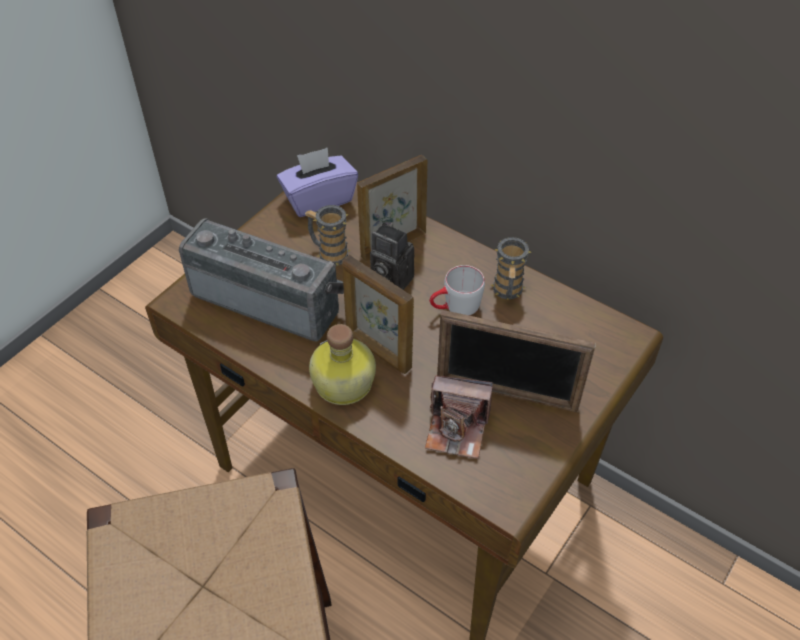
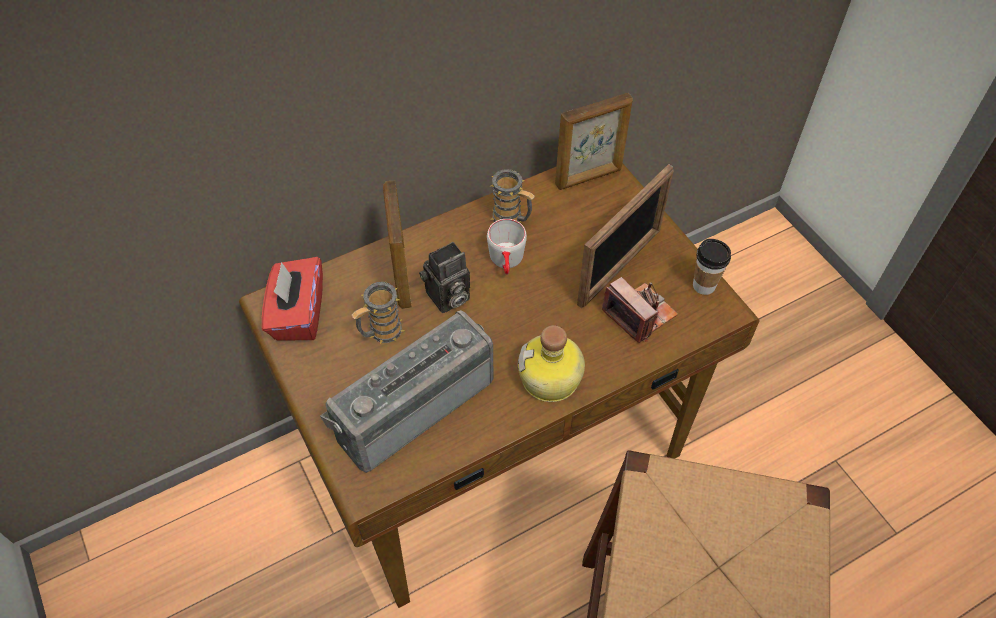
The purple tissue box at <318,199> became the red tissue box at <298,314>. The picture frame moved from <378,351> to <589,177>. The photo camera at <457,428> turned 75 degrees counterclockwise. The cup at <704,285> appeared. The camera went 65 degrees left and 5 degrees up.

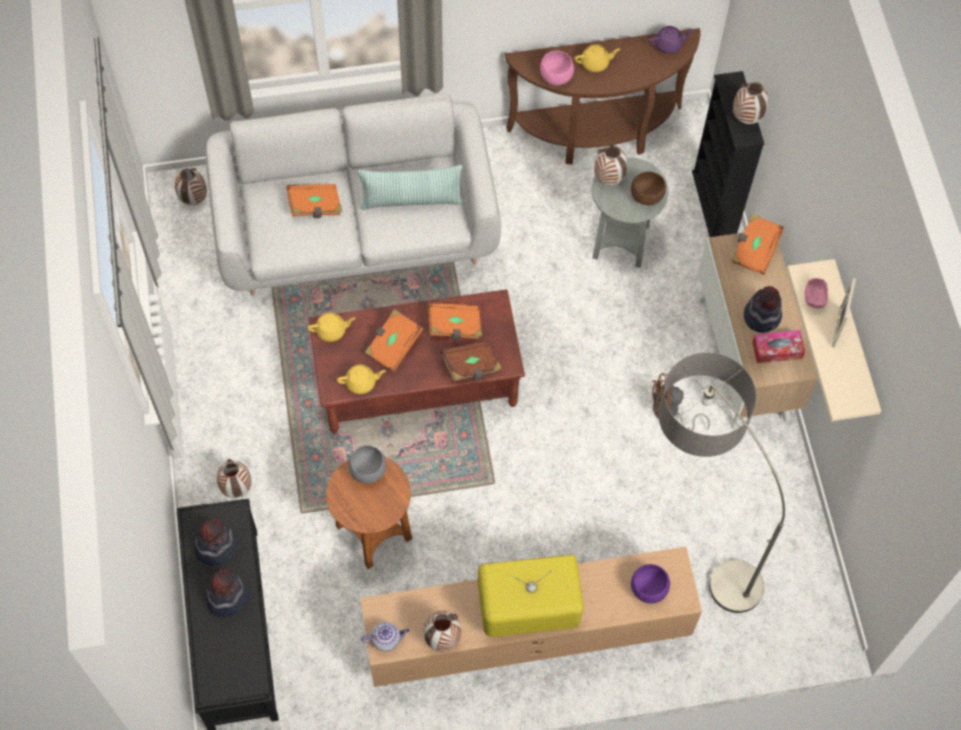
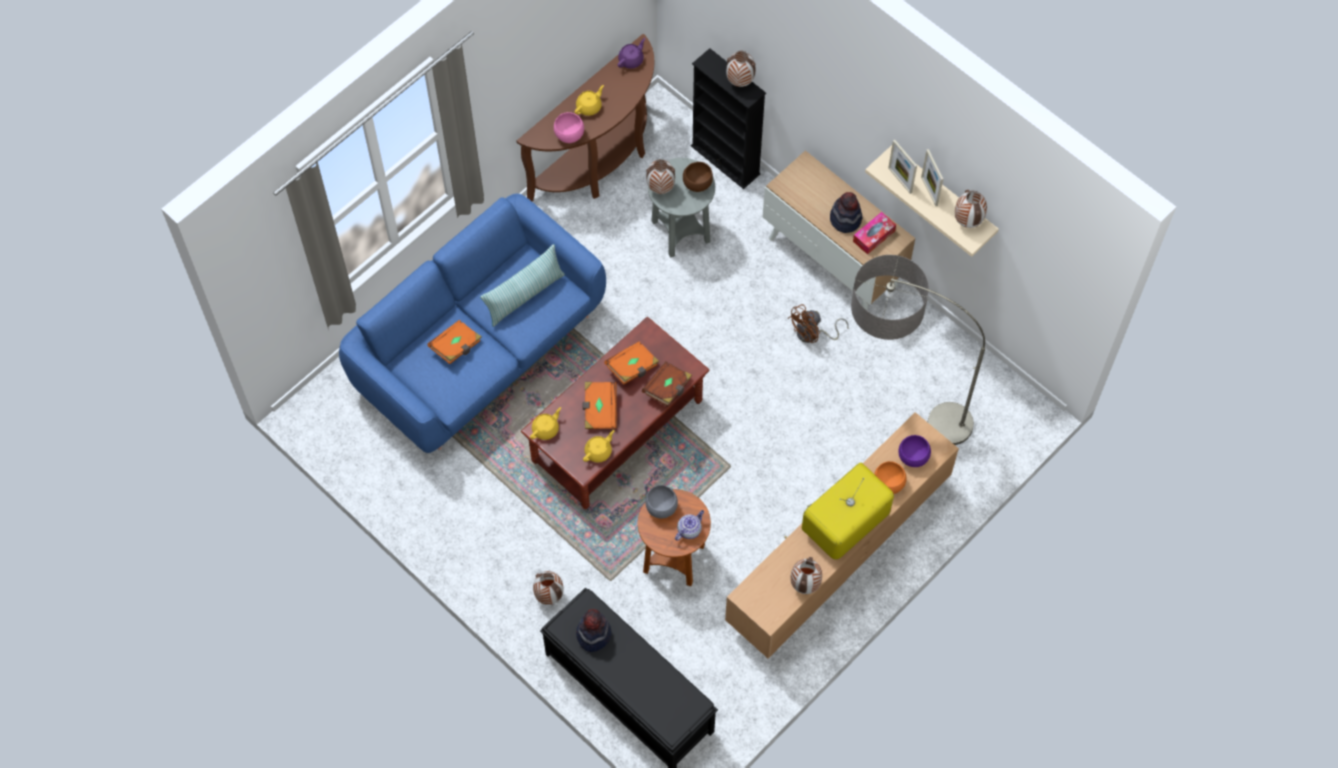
The grey sofa at <356,231> became the blue sofa at <478,350>. The teapot moved from <386,639> to <689,529>. The orange bowl at <888,484> appeared. The pink bowl at <814,298> was replaced by the picture frame at <900,180>. The vase moved from <193,200> to <967,221>. The hat at <227,597> disappeared. The orange book at <754,250> disappeared. The camera went 35 degrees left and 0 degrees up.

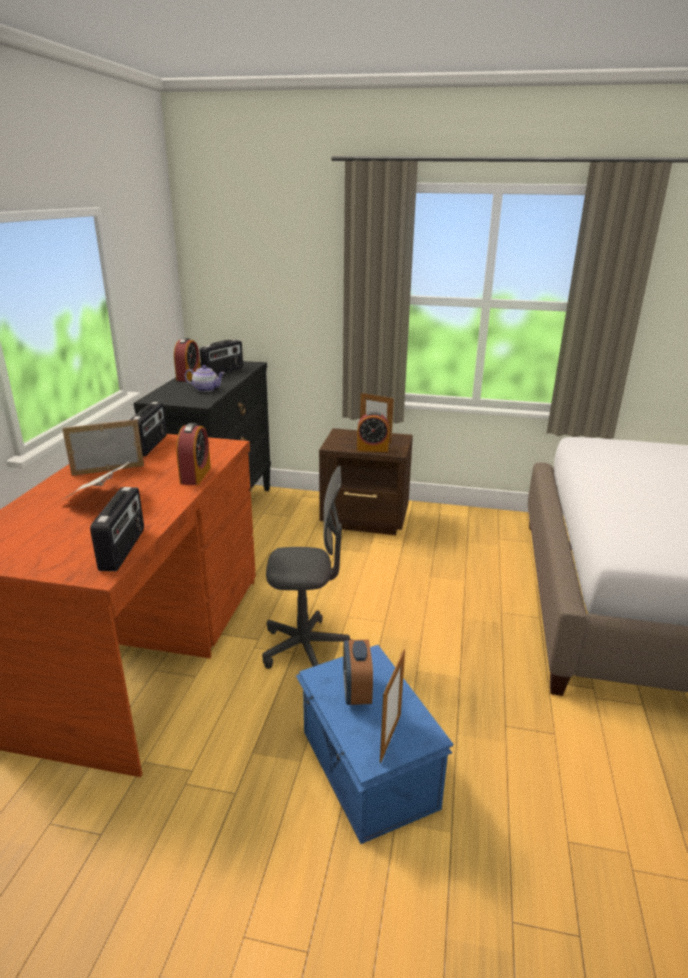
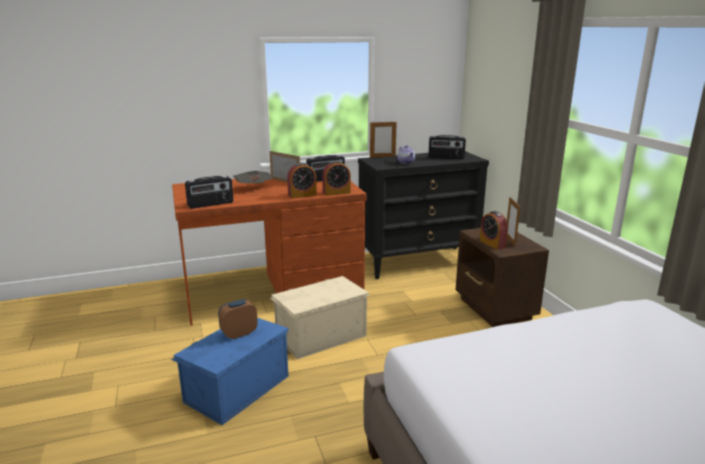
The grey office chair at <305,649> was replaced by the beige storage box at <320,335>. The alarm clock moved from <188,377> to <336,193>. The picture frame moved from <390,737> to <382,157>. The camera went 60 degrees right and 5 degrees down.

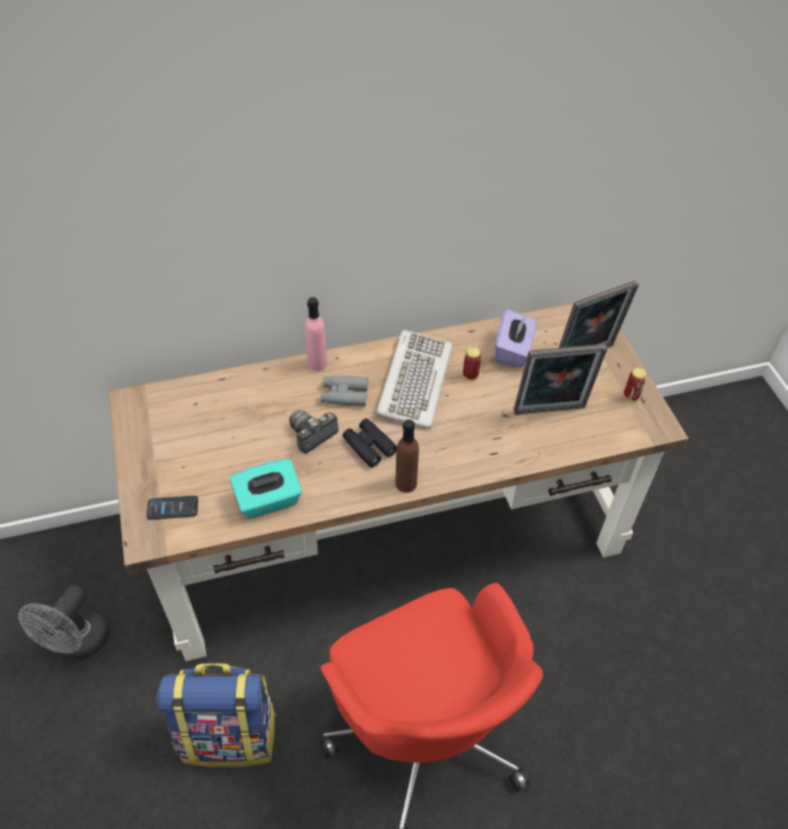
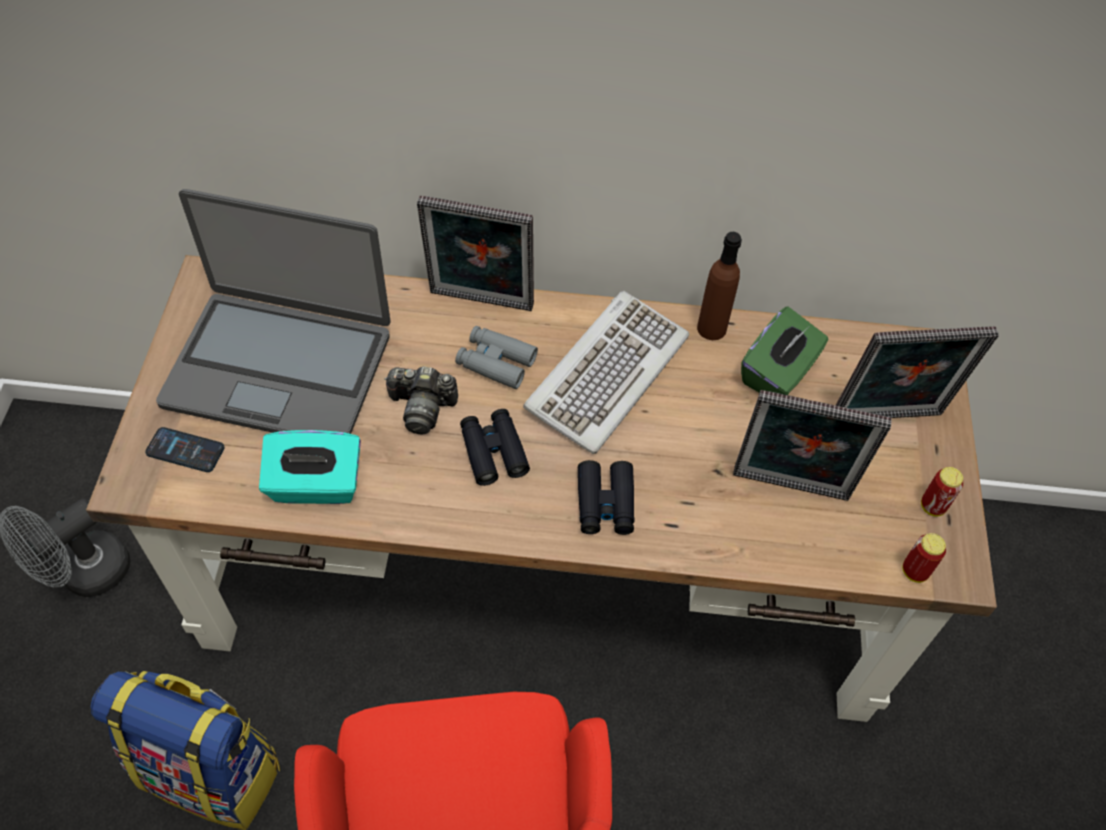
The laptop at <279,367> appeared. The photo camera at <312,435> turned 150 degrees counterclockwise. The pink bottle at <317,364> was replaced by the picture frame at <480,304>. The black binoculars at <605,503> appeared. The brown bottle moved from <406,483> to <711,328>. The purple tissue box at <513,350> became the green tissue box at <778,373>. The can moved from <470,375> to <914,571>. The camera went 20 degrees right and 5 degrees up.

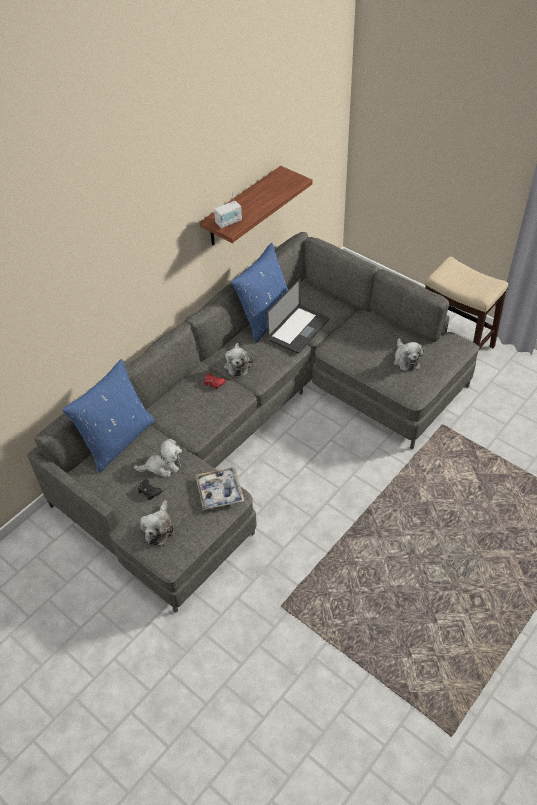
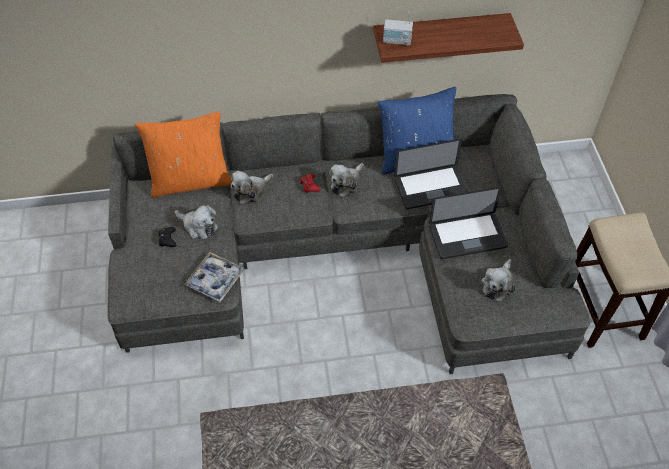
The blue pillow at <118,440> became the orange pillow at <191,181>. The plush toy moved from <159,528> to <251,191>. The laptop at <467,237> appeared. The camera went 40 degrees right and 5 degrees up.

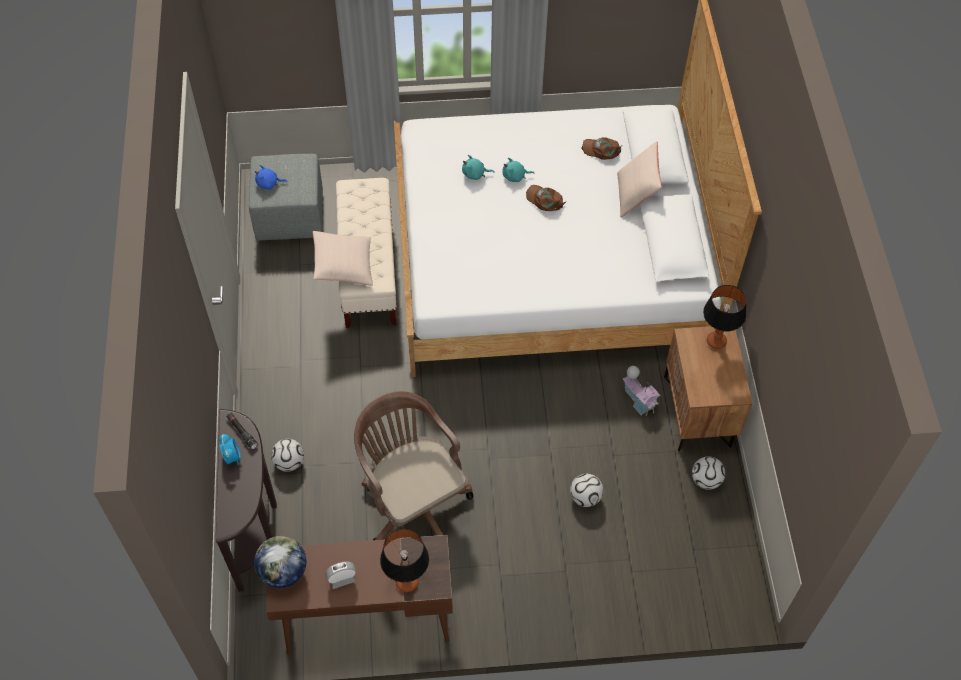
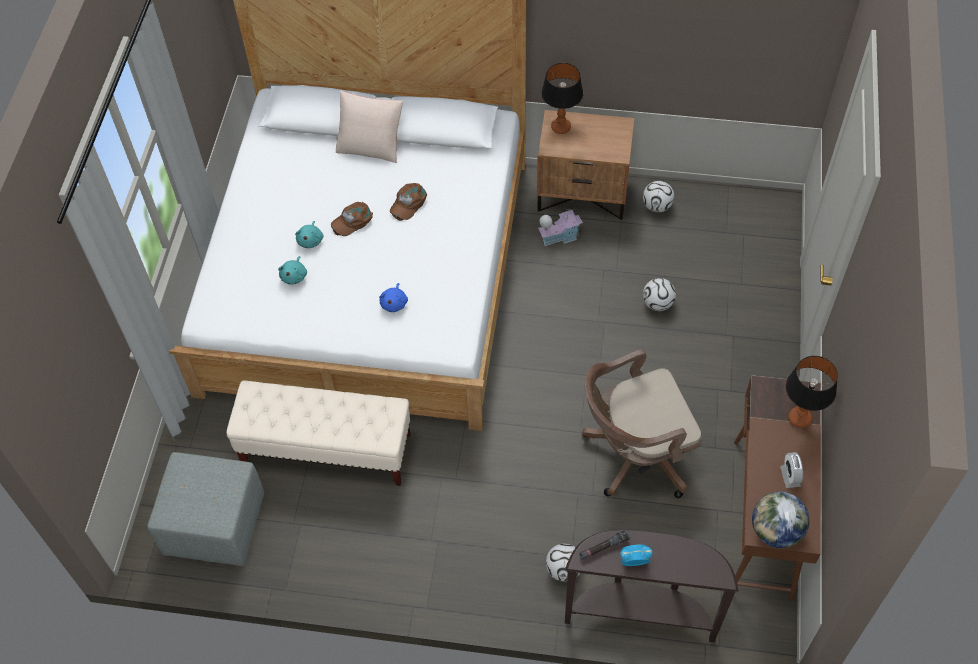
The blue plush toy moved from <269,183> to <394,303>. The brown cap moved from <601,150> to <408,203>. The beige pillow at <343,265> disappeared. The camera went 75 degrees left and 0 degrees up.

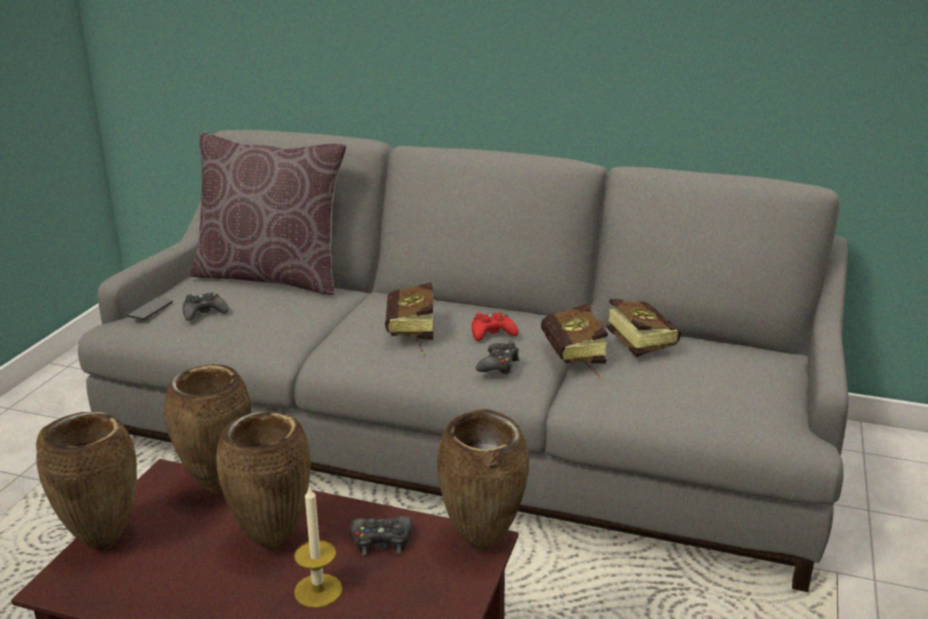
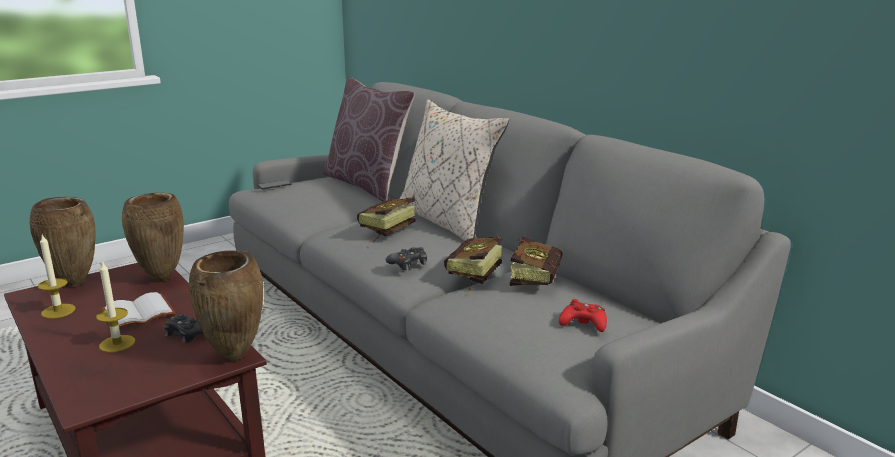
The candle at <58,311> appeared. The brown vase at <272,541> was replaced by the white book at <139,312>. The beige pillow at <448,222> appeared. The red game controller moved from <492,333> to <583,323>. The black game controller at <204,313> disappeared. The camera went 35 degrees right and 5 degrees down.

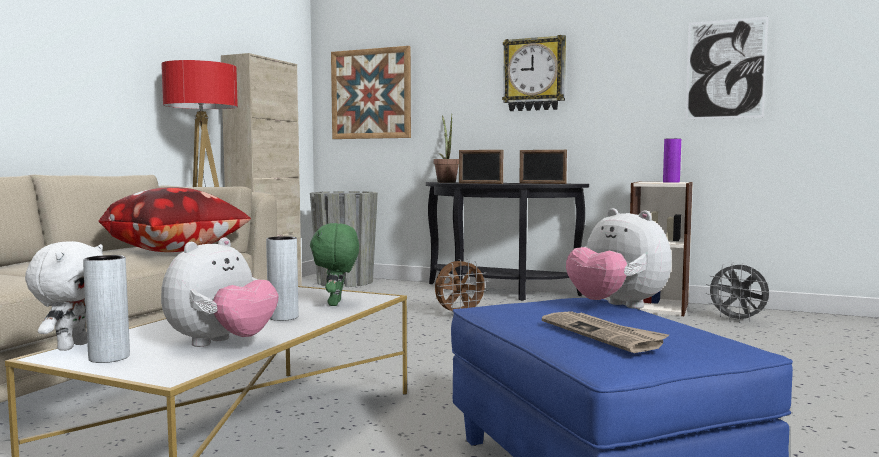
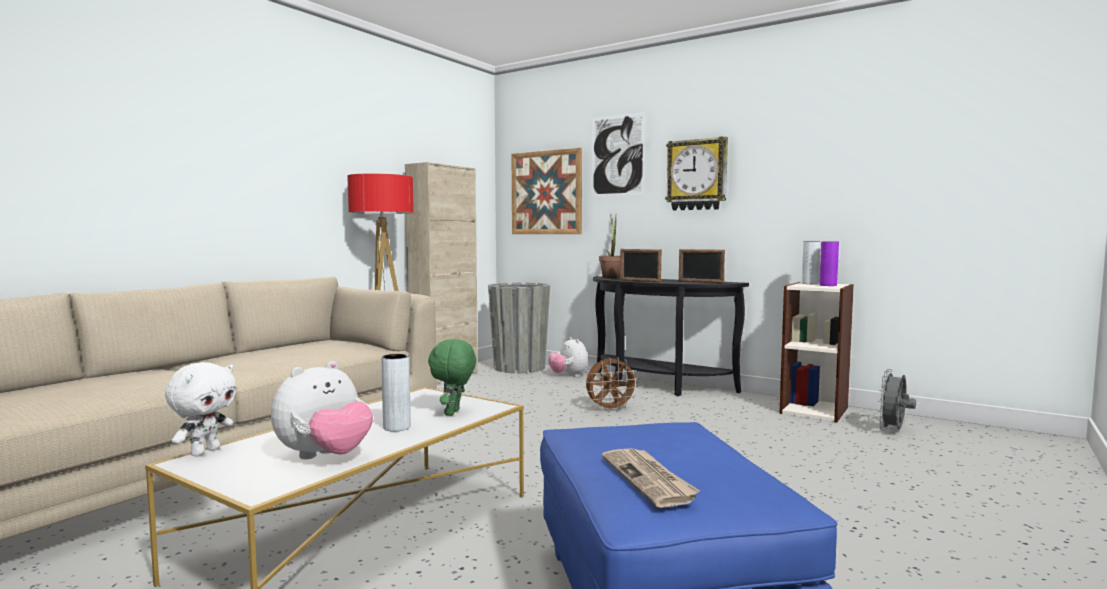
The plush toy moved from <616,307> to <568,376>. The picture moved from <725,69> to <617,155>. The grey vase moved from <109,357> to <810,283>. The grey fan at <738,321> turned 75 degrees clockwise. The pillow at <178,251> disappeared. The camera went 10 degrees right and 0 degrees up.

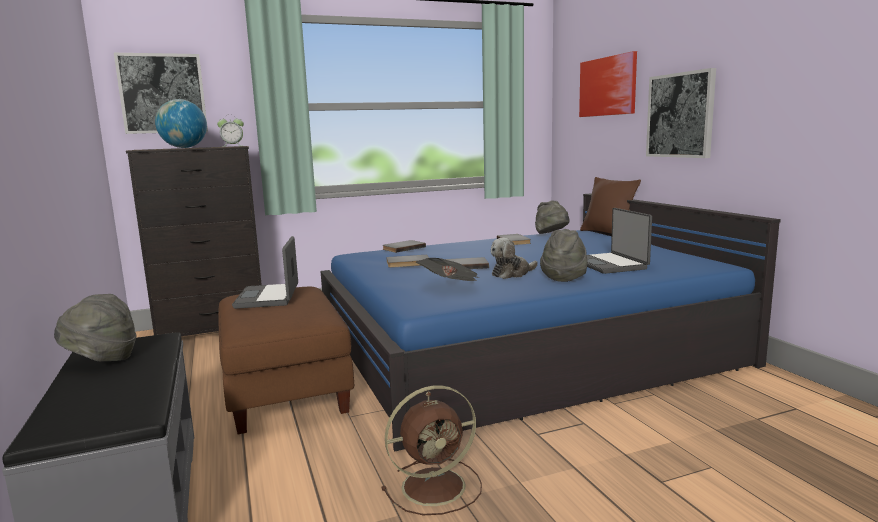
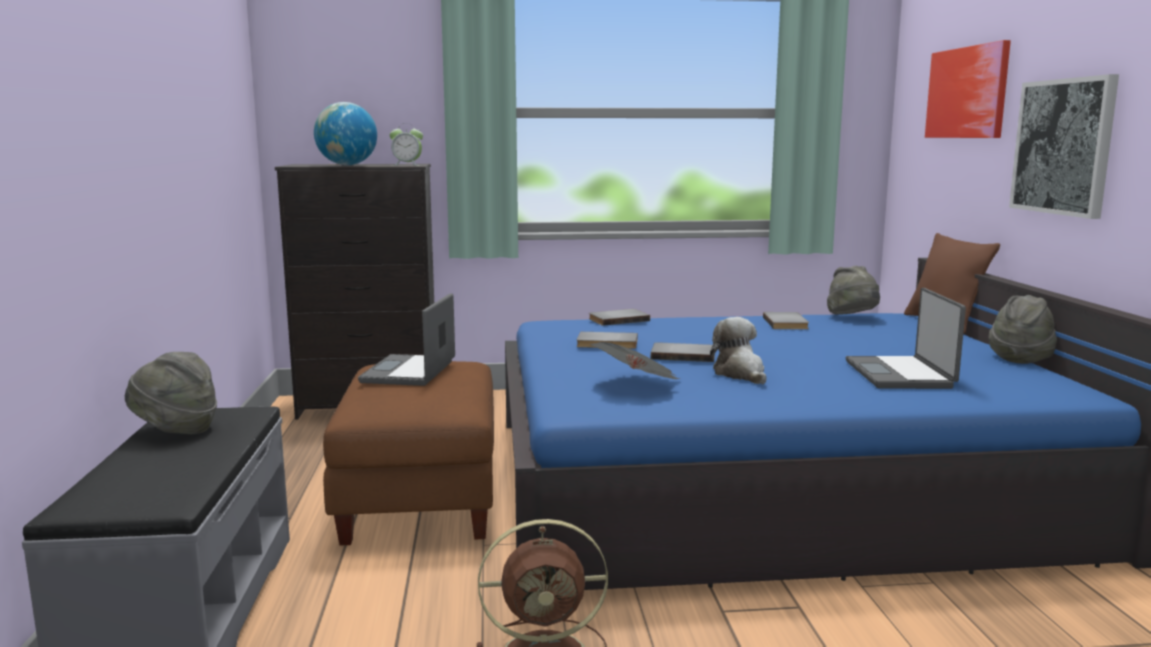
The plush toy at <512,274> turned 90 degrees clockwise. The grey hat moved from <564,277> to <1021,358>. The picture at <163,94> disappeared. The camera went 15 degrees right and 0 degrees up.

